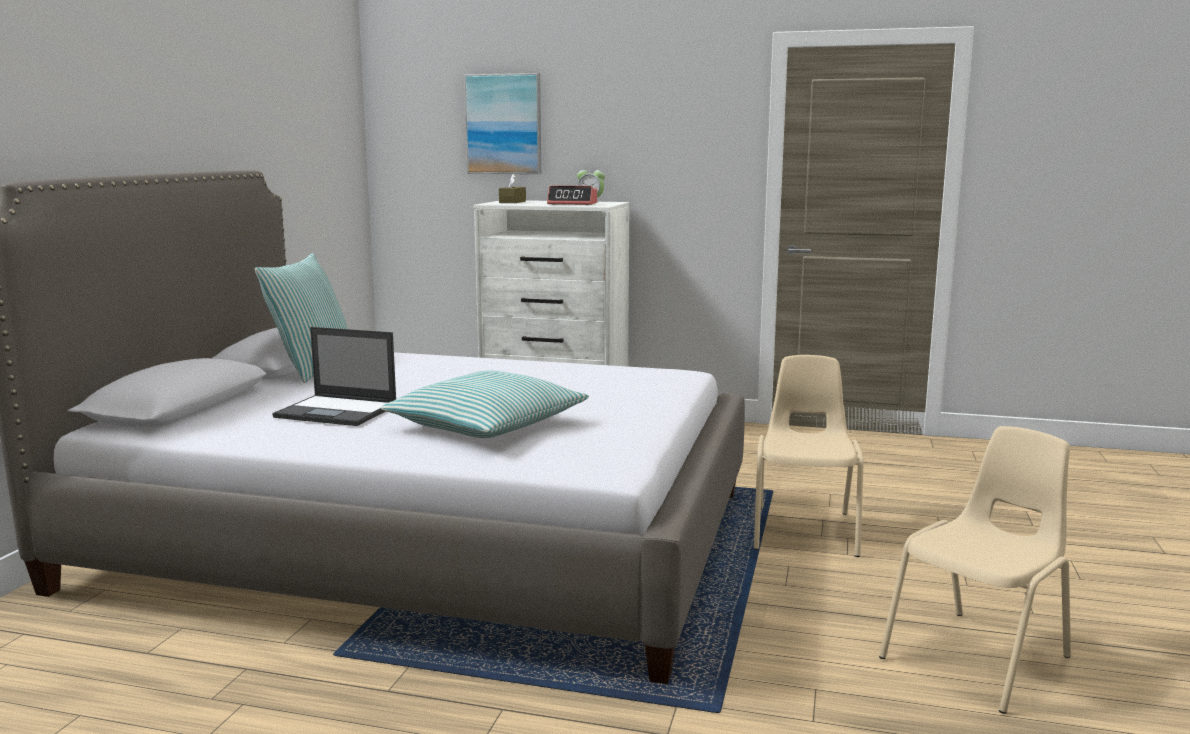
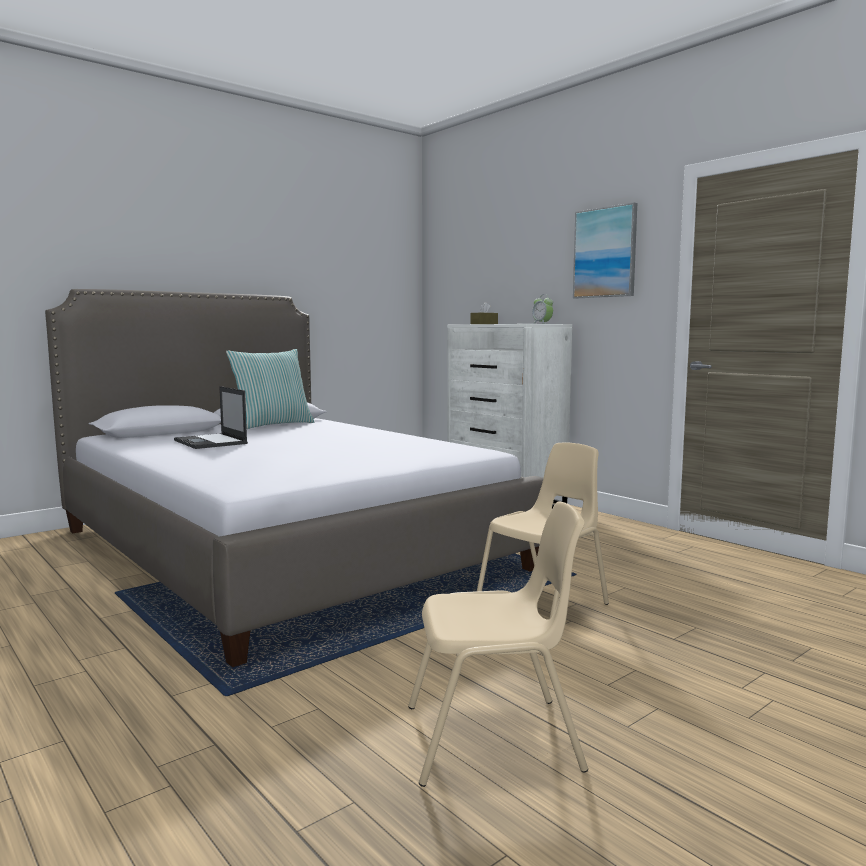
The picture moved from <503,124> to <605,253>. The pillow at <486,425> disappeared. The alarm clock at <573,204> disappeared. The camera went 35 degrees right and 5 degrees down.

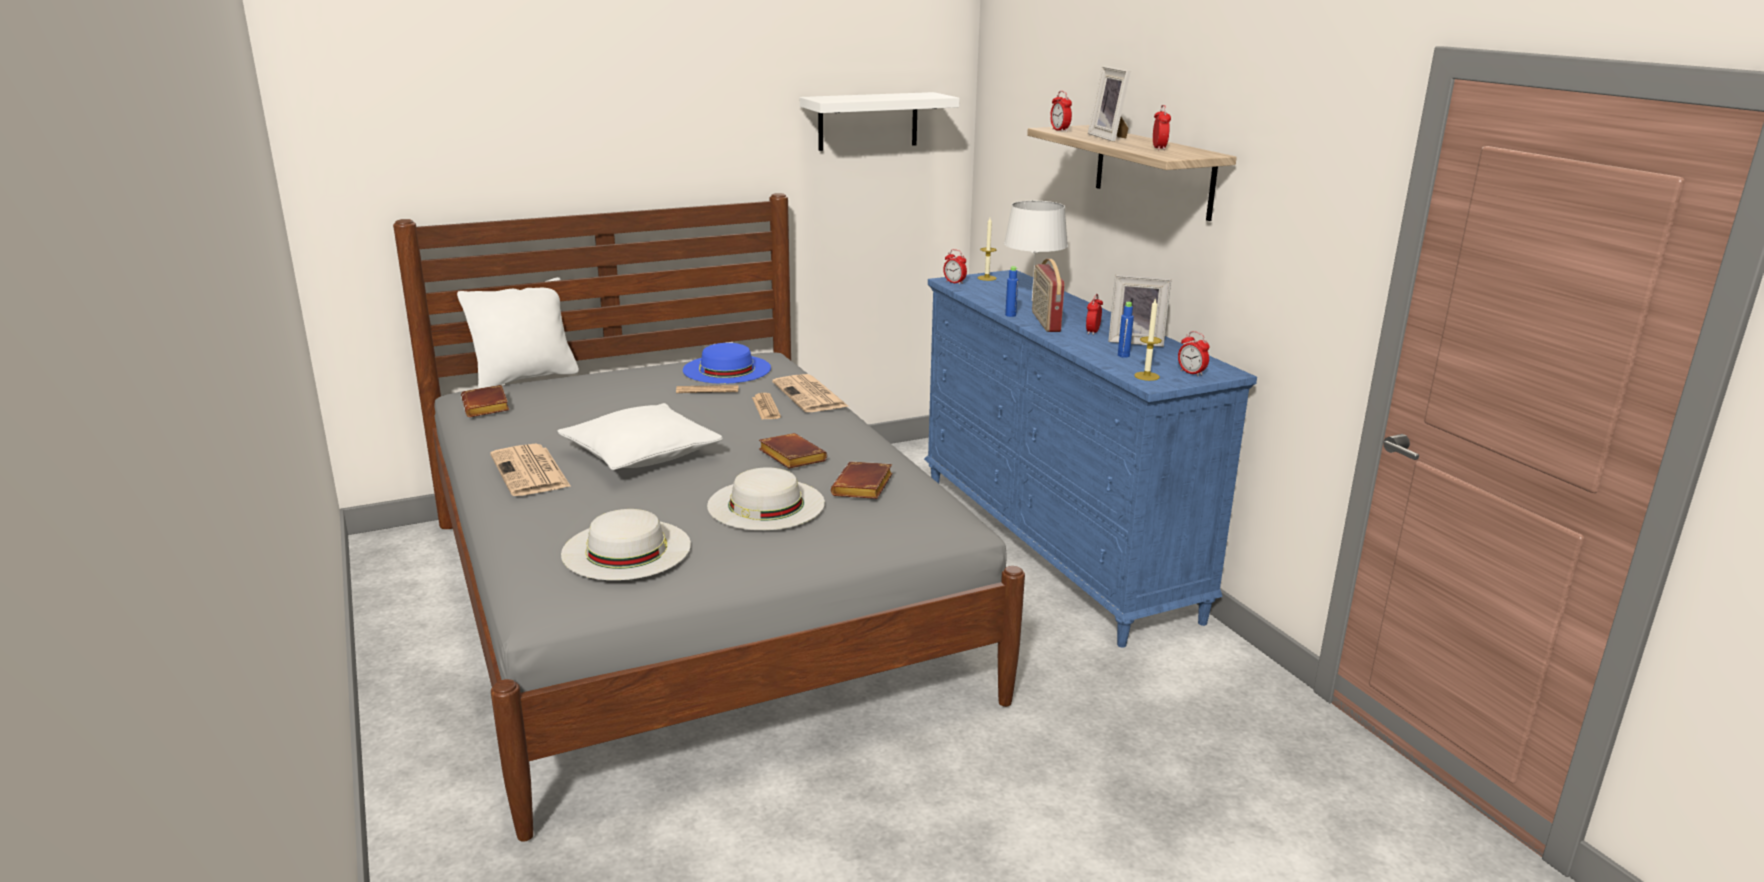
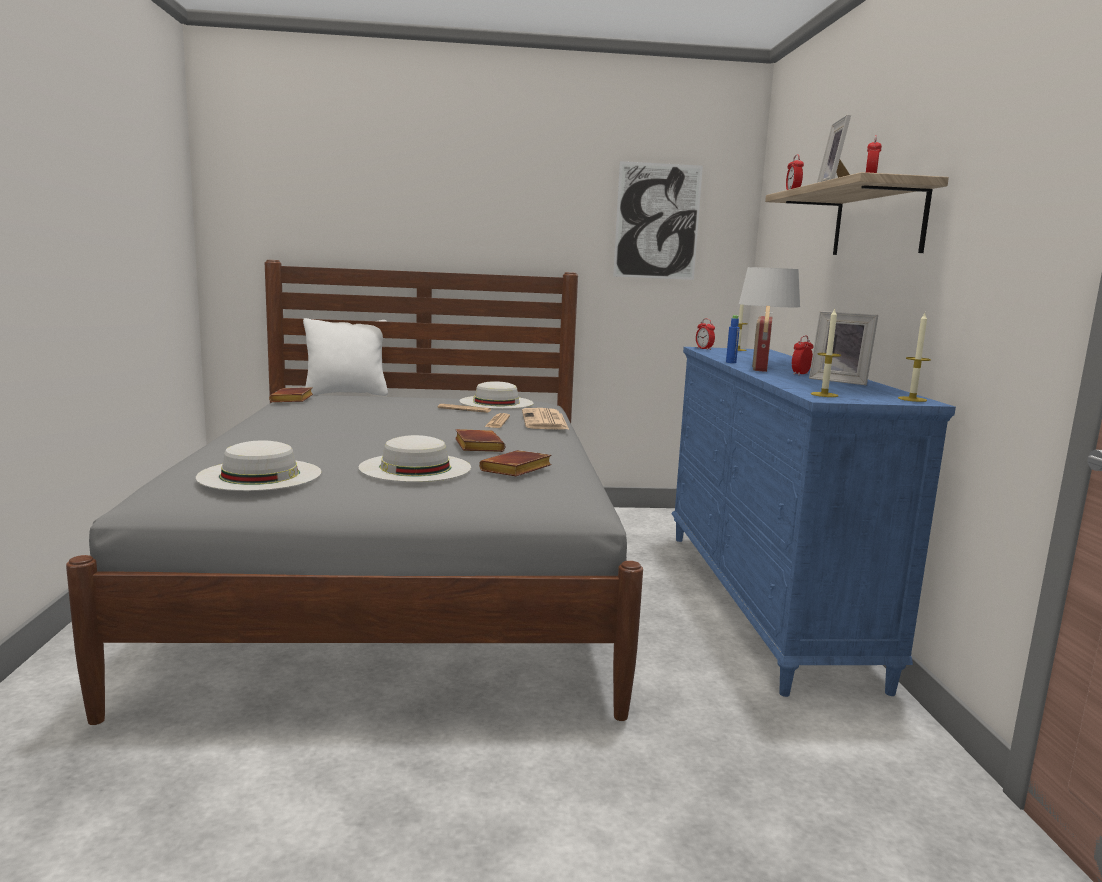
The blue hat at <726,369> became the white hat at <496,402>. The white shelf at <868,121> was replaced by the picture at <657,221>. The candle at <912,399> appeared. The newspaper at <531,472> disappeared. The white pillow at <641,455> disappeared. The blue bottle at <1123,355> disappeared. The alarm clock at <1191,373> disappeared. The camera went 20 degrees right and 10 degrees down.

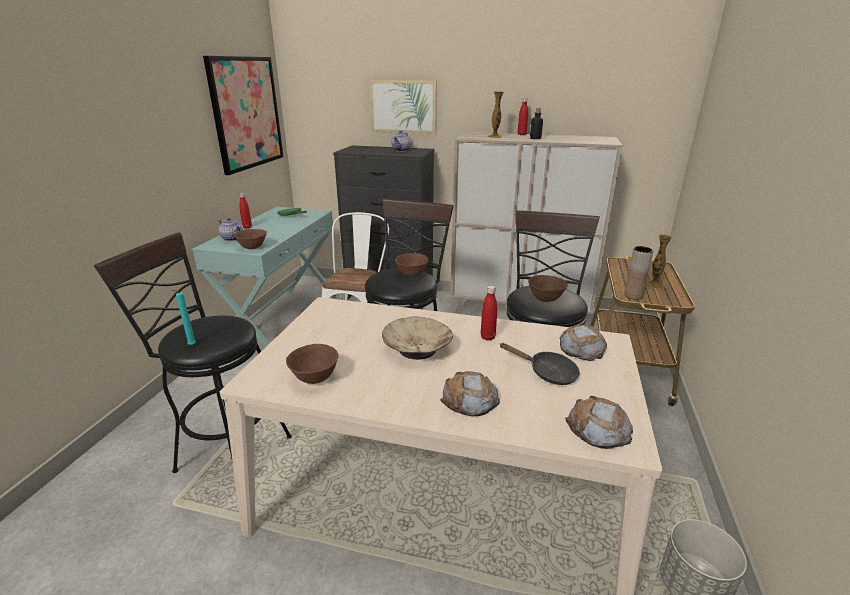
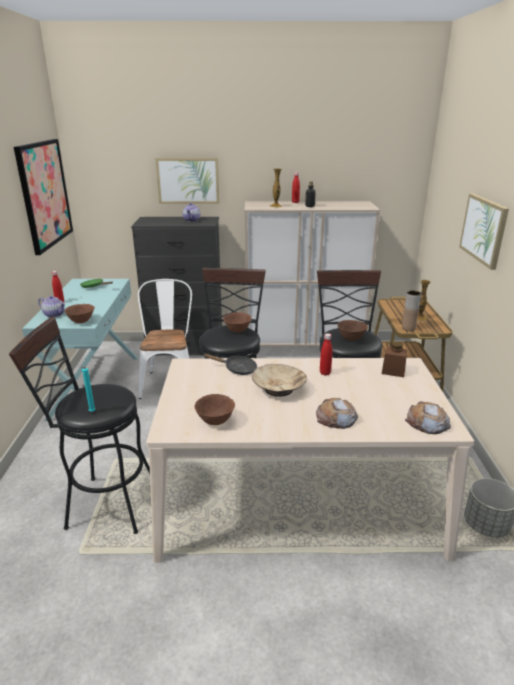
The black frying pan moved from <547,373> to <237,369>. The bread at <581,348> was replaced by the brown jar at <393,371>. The picture at <484,229> appeared. The camera went 15 degrees left and 0 degrees up.

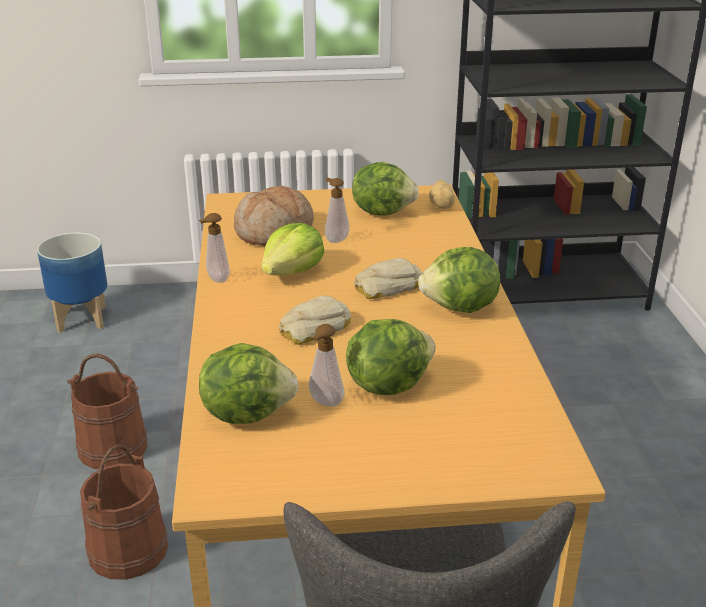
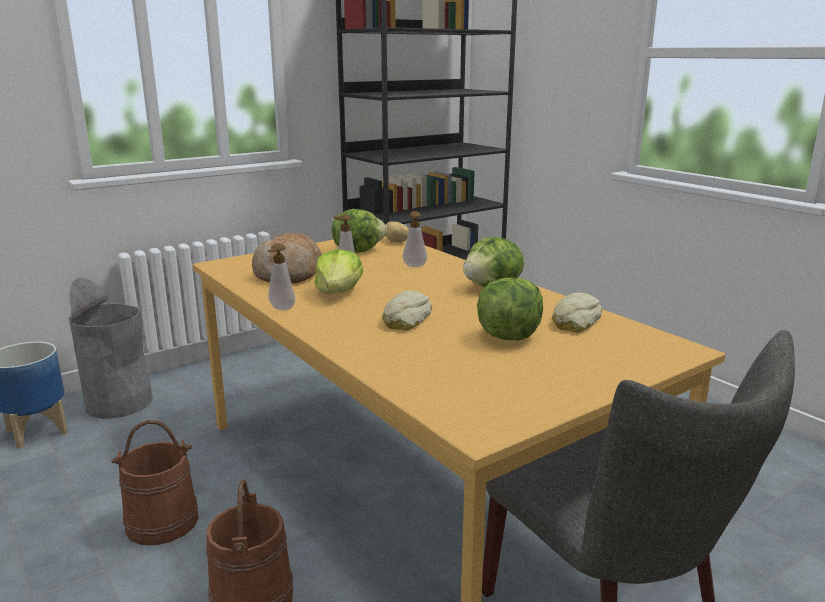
The grey trash can at <119,403> appeared. The soap dispenser moved from <324,403> to <414,266>. The bread moved from <386,286> to <574,321>. The lettuce at <247,412> disappeared. The camera went 30 degrees left and 10 degrees down.

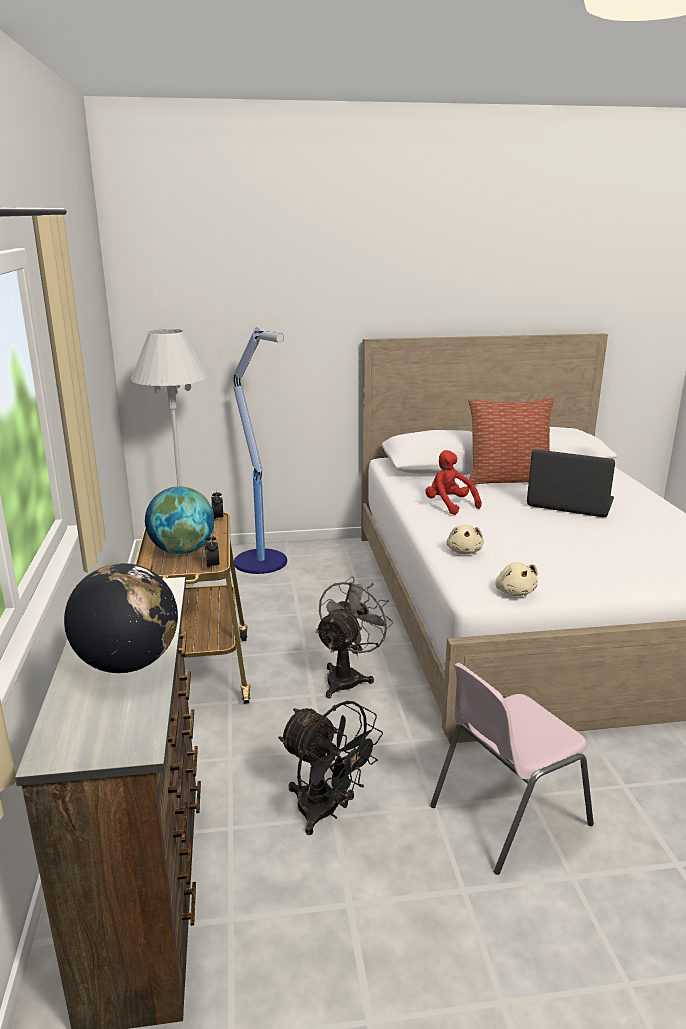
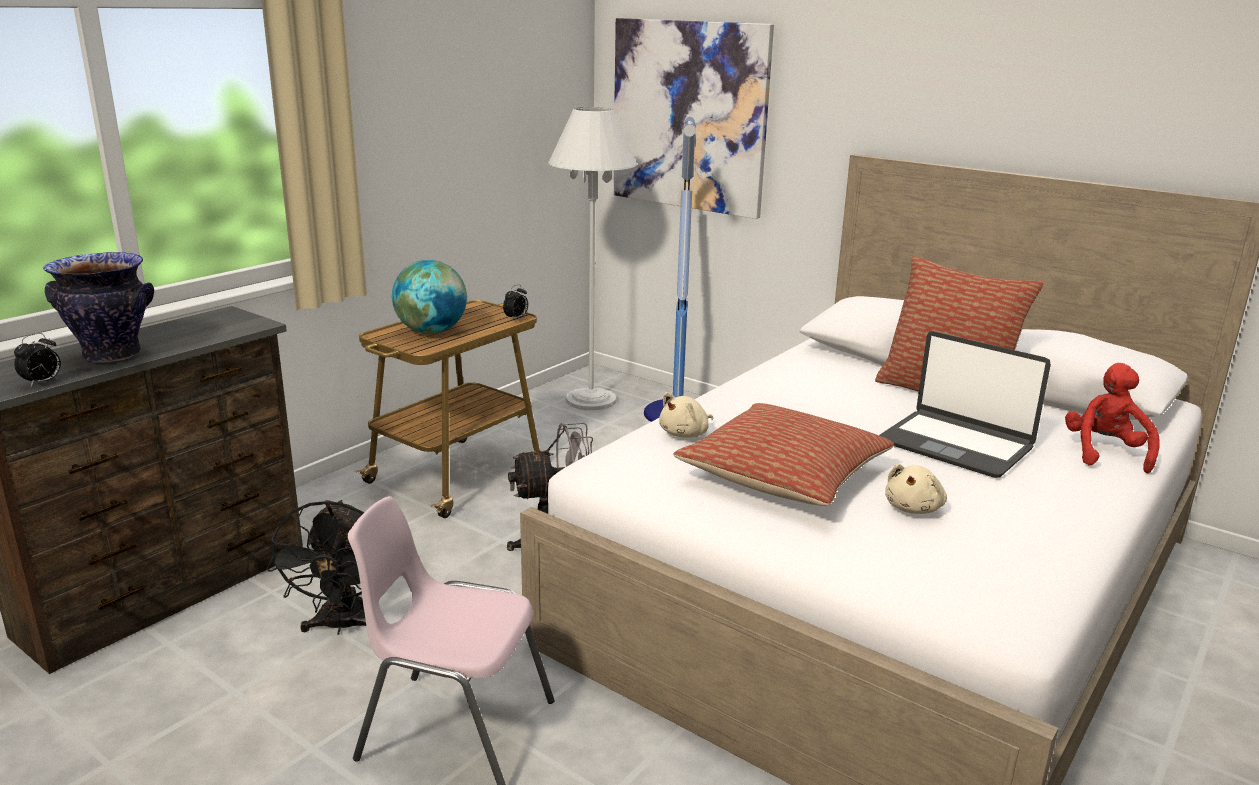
The alarm clock moved from <213,566> to <42,383>. The globe at <128,663> was replaced by the vase at <112,355>. The picture at <689,116> appeared. The pillow at <784,476> appeared. The laptop at <570,504> turned 150 degrees clockwise. The beige plush toy moved from <514,591> to <914,508>. The red plush toy moved from <449,505> to <1105,453>. The camera went 45 degrees right and 0 degrees up.

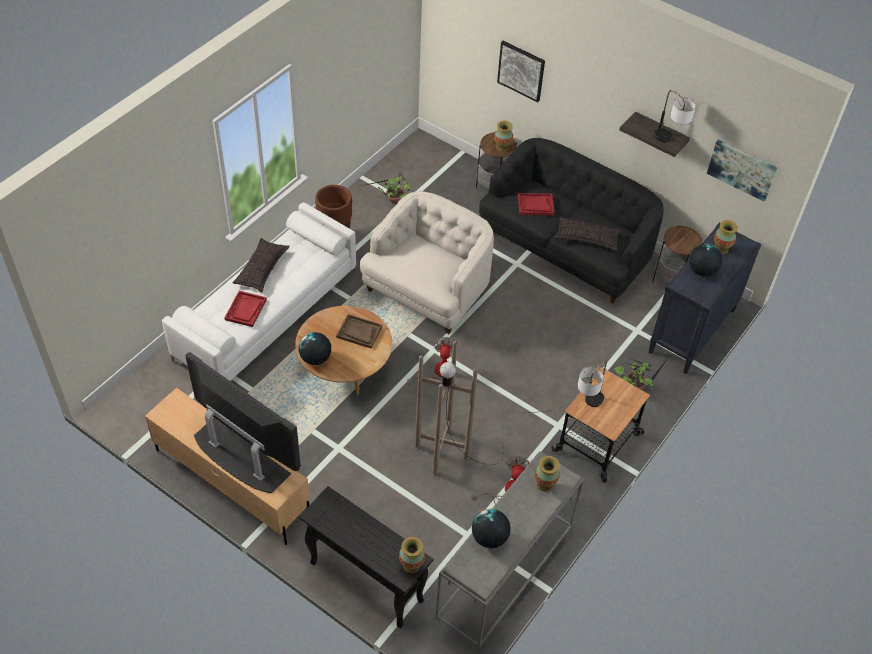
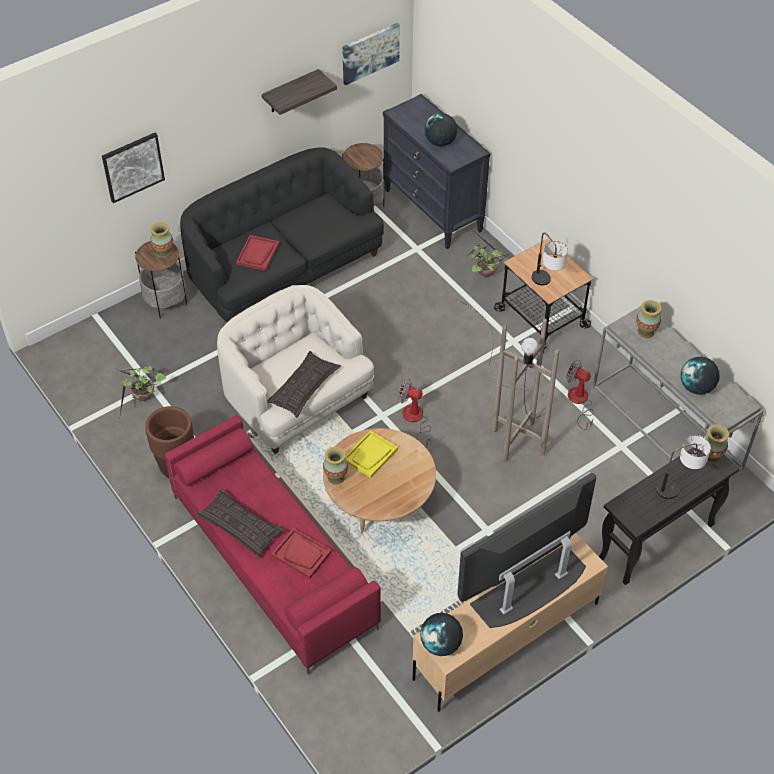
The white sofa at <267,315> became the red sofa at <272,561>. The pillow moved from <587,237> to <304,387>. The vase moved from <721,248> to <336,477>. The brown tray at <359,332> became the yellow tray at <370,455>. The globe moved from <315,358> to <441,644>. The table lamp moved from <669,141> to <678,486>. The camera went 70 degrees left and 0 degrees up.

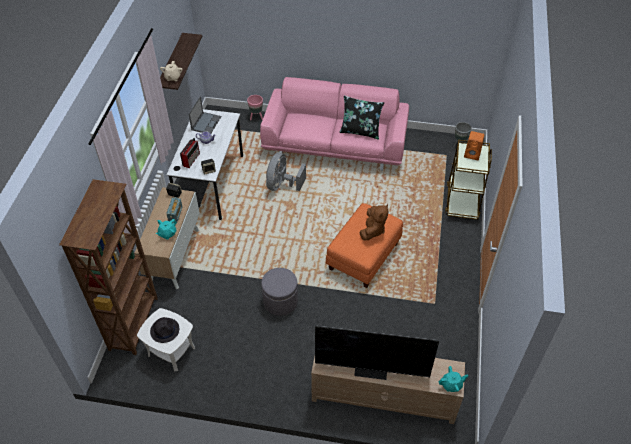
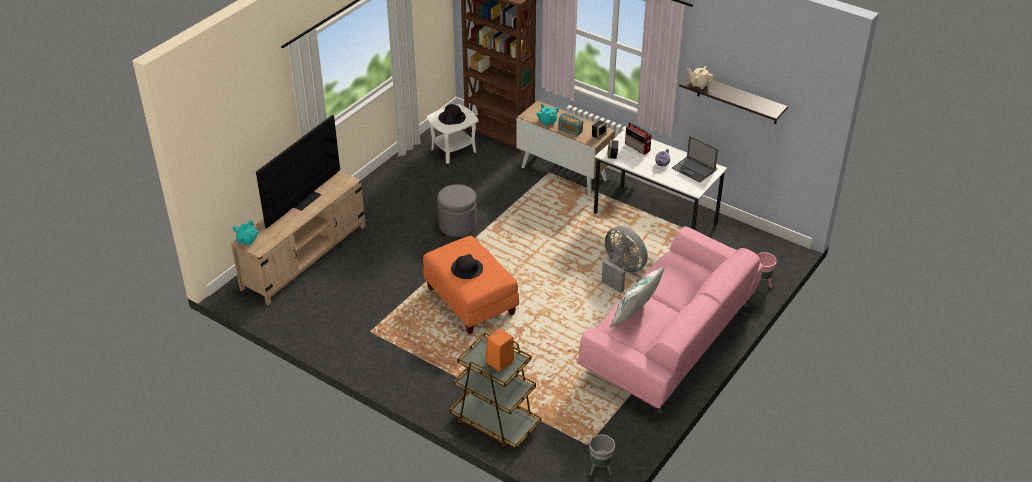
The brown plush toy at <372,230> was replaced by the black hat at <466,269>. The black pillow at <360,131> became the white pillow at <635,316>. The camera went 115 degrees right and 10 degrees down.

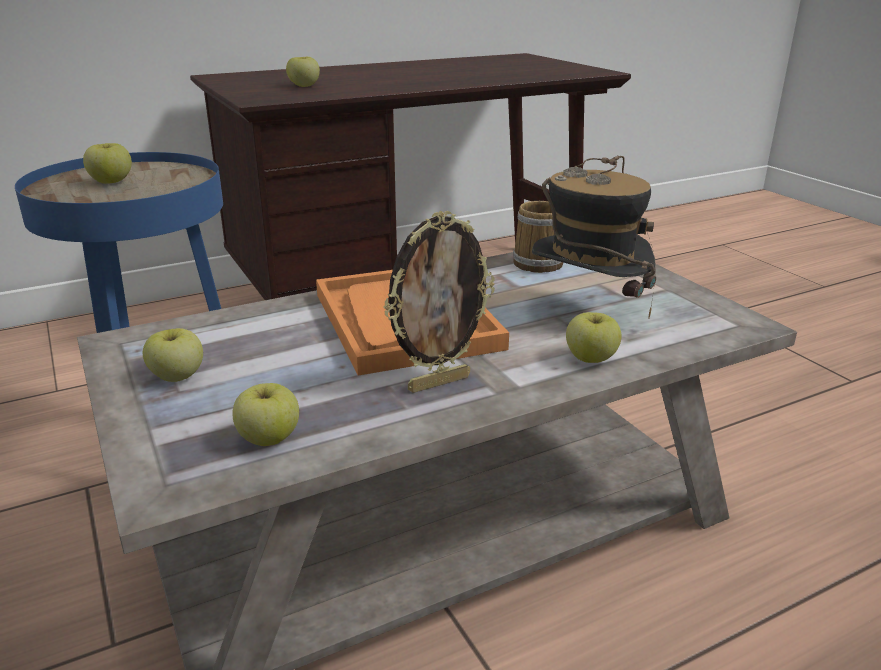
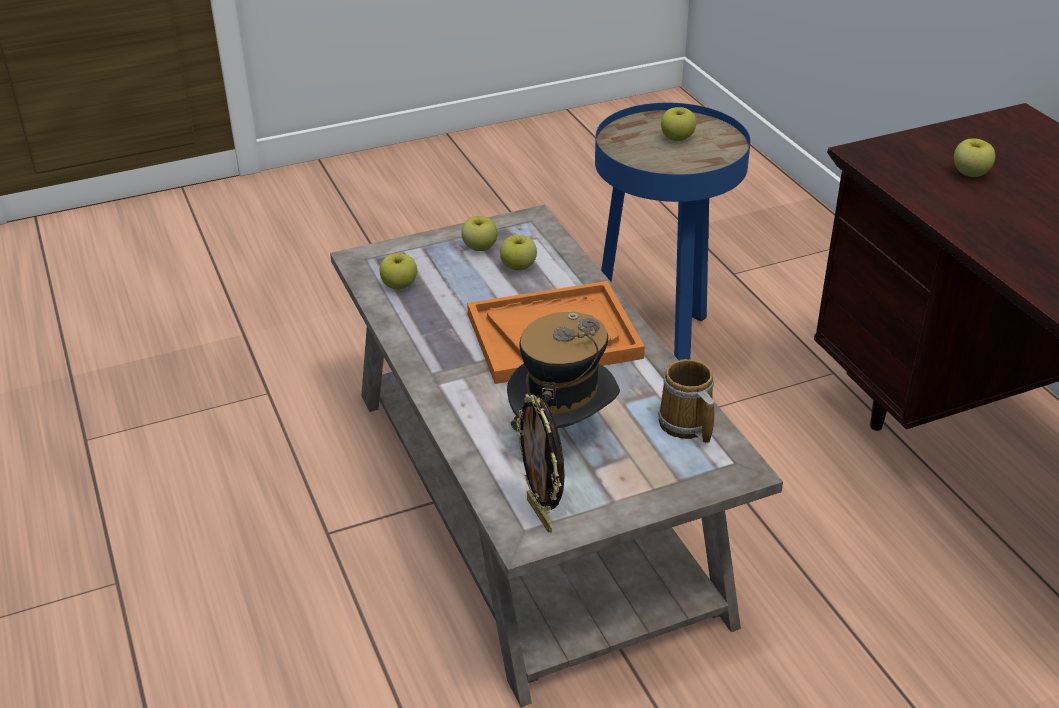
The apple moved from <590,358> to <518,267>. The picture frame moved from <438,382> to <541,514>. The camera went 95 degrees right and 10 degrees up.

